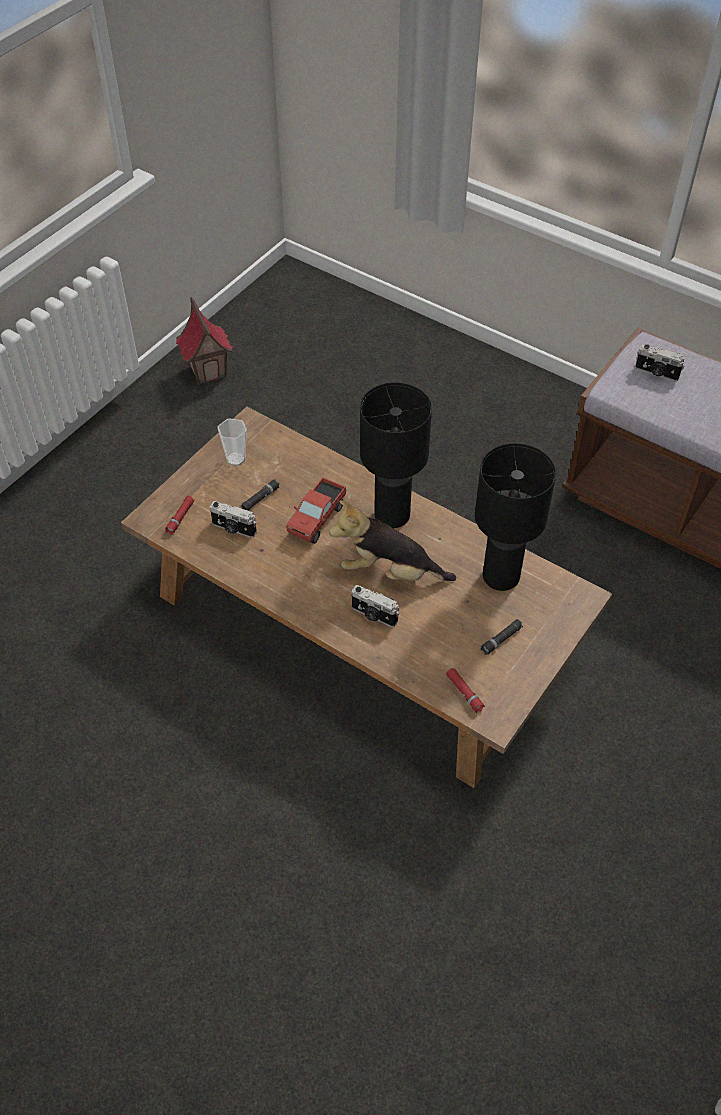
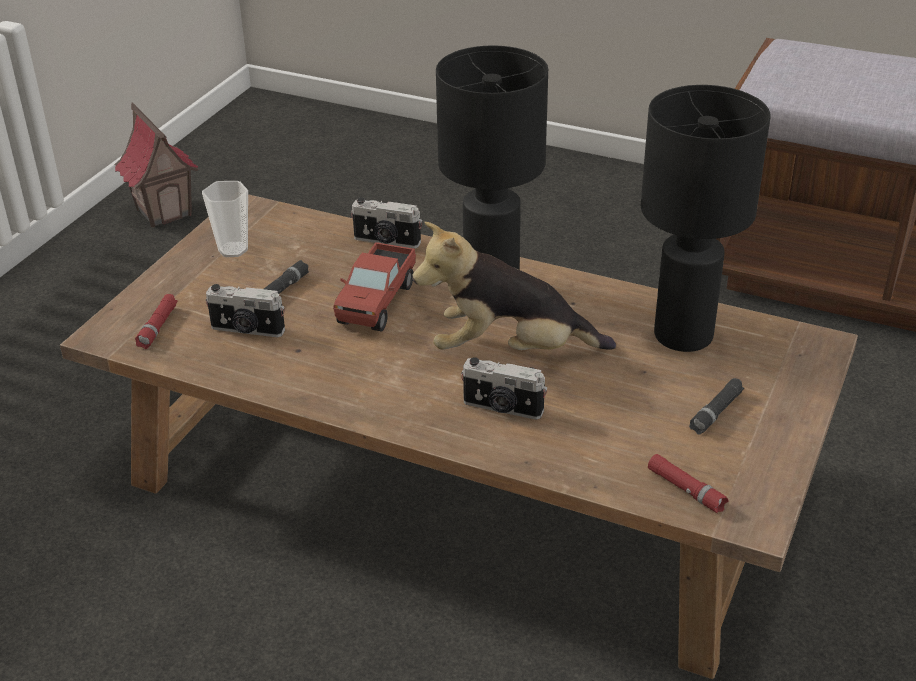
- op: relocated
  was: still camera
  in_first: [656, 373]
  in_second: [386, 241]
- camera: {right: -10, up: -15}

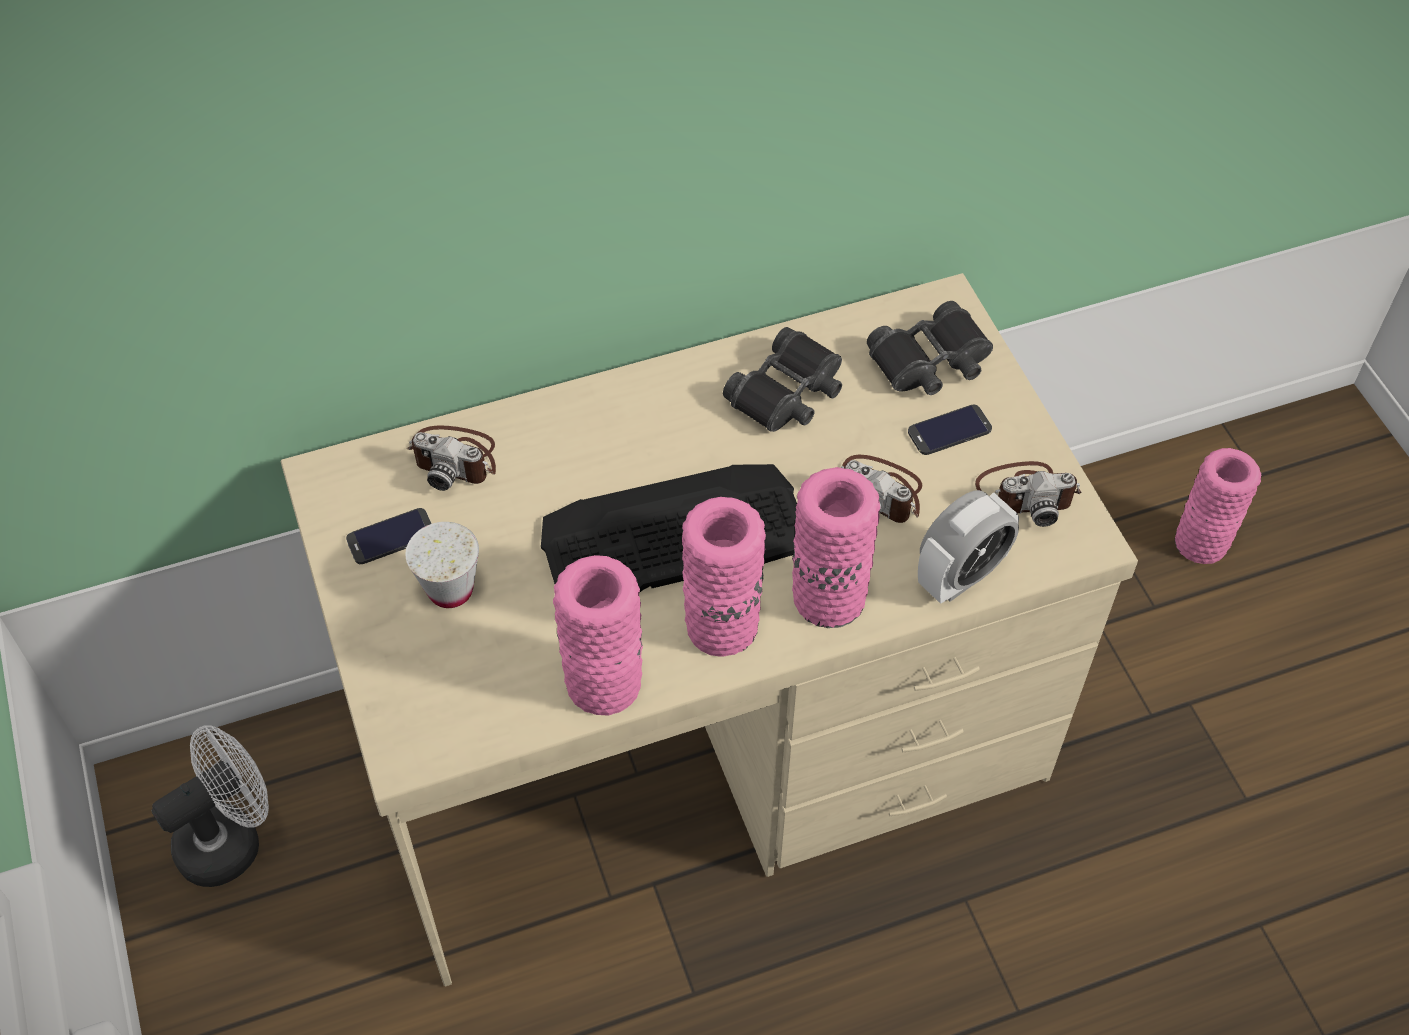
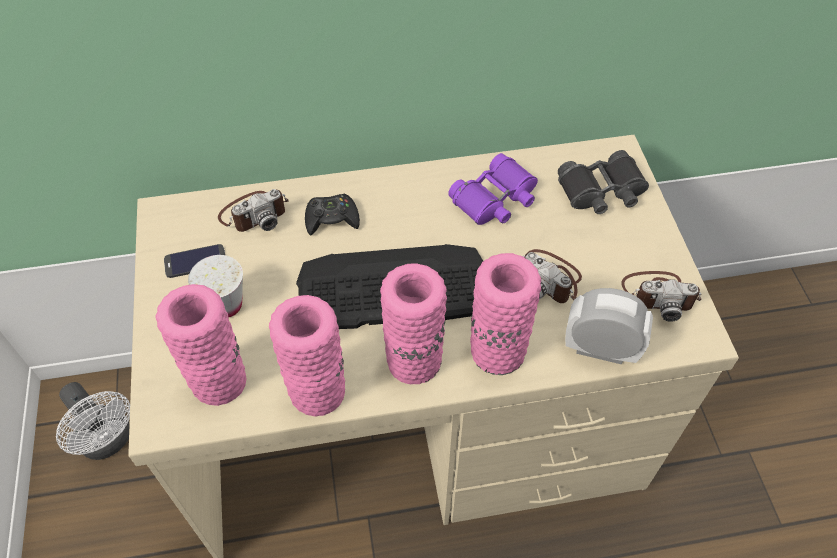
- op: missing
  was: telephone
  in_first: [949, 430]
- op: appeared
  now: game controller in black
  in_second: [332, 219]
- op: relocated
  was: decorative vase in pink-coloured
  in_first: [1201, 543]
  in_second: [219, 381]
- op: colour
  was: binoculars in black
  now: binoculars in purplish
  in_first: [788, 393]
  in_second: [495, 199]
- op: spun
  was: cooling fan in white
  in_first: [230, 839]
  in_second: [109, 441]
  clockwise: 75
- op: spun
  was: still camera
  in_first: [455, 458]
  in_second: [254, 213]
  clockwise: -60
- op: spun
  was: table clock
  in_first: [961, 576]
  in_second: [600, 349]
  clockwise: -135
- camera: {right: 10, up: 0}

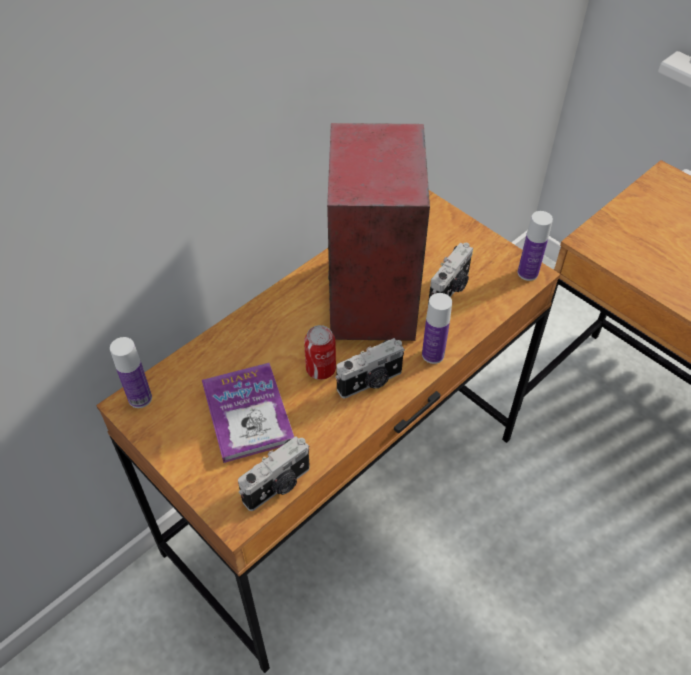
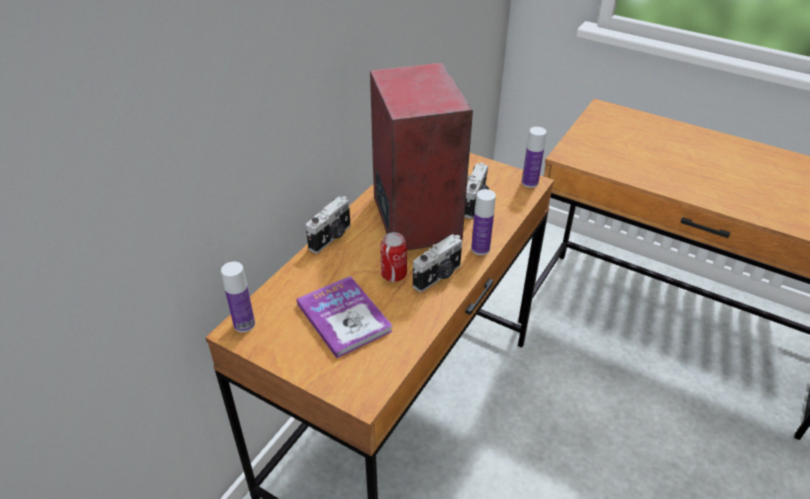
- op: relocated
  was: still camera
  in_first: [278, 486]
  in_second: [331, 237]
- camera: {right: -15, up: -10}

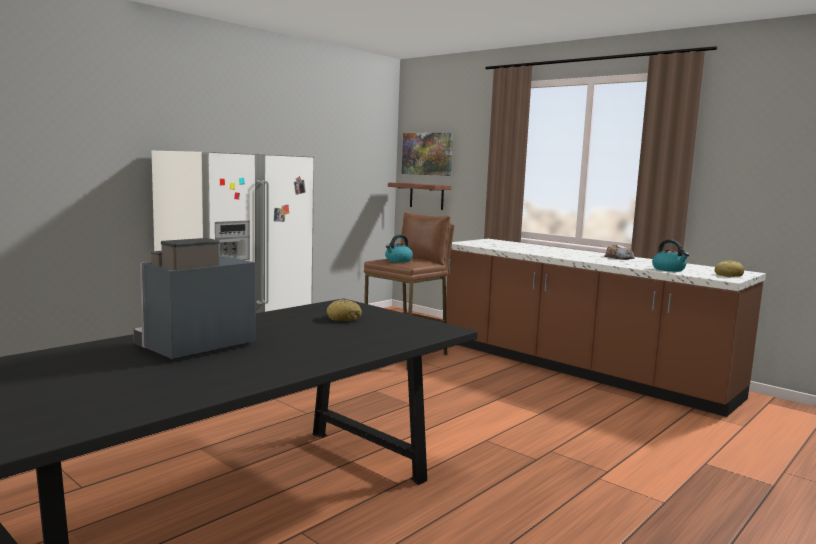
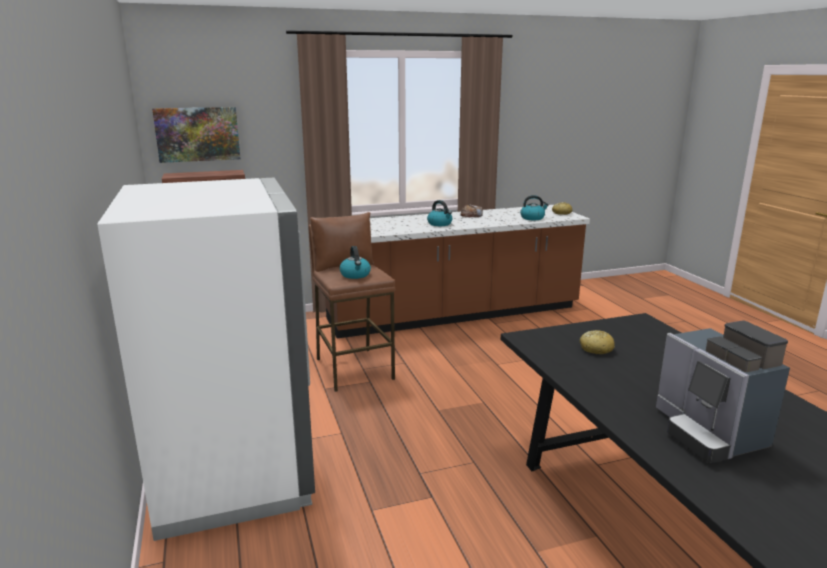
- op: appeared
  now: tea kettle
  in_second: [440, 224]
- camera: {right: -60, up: 10}

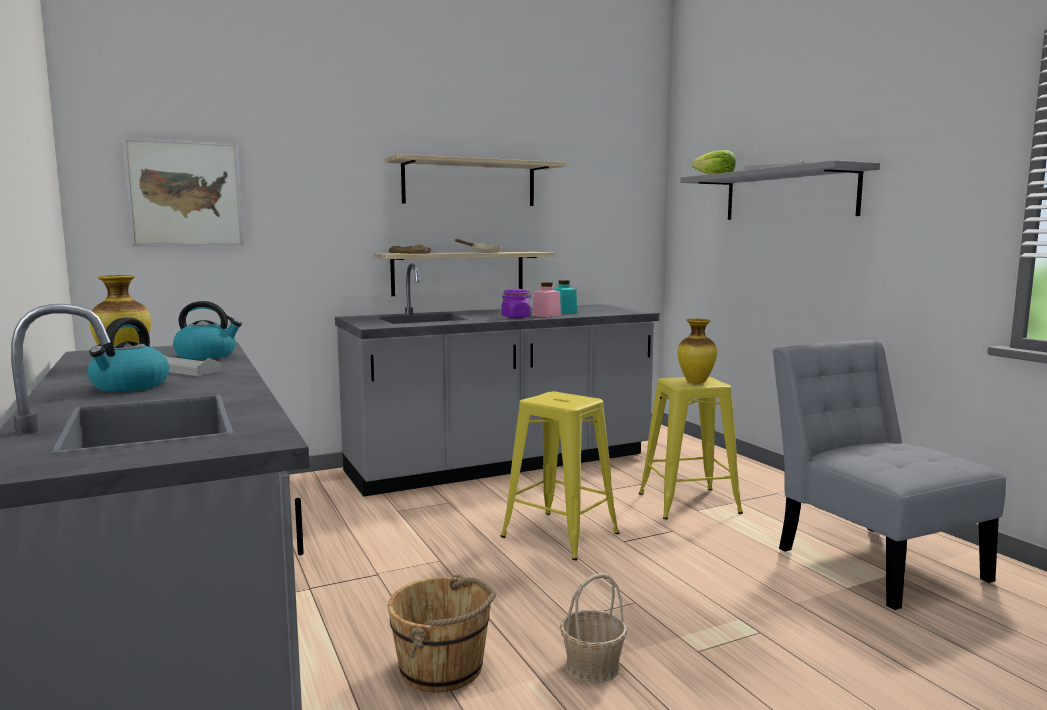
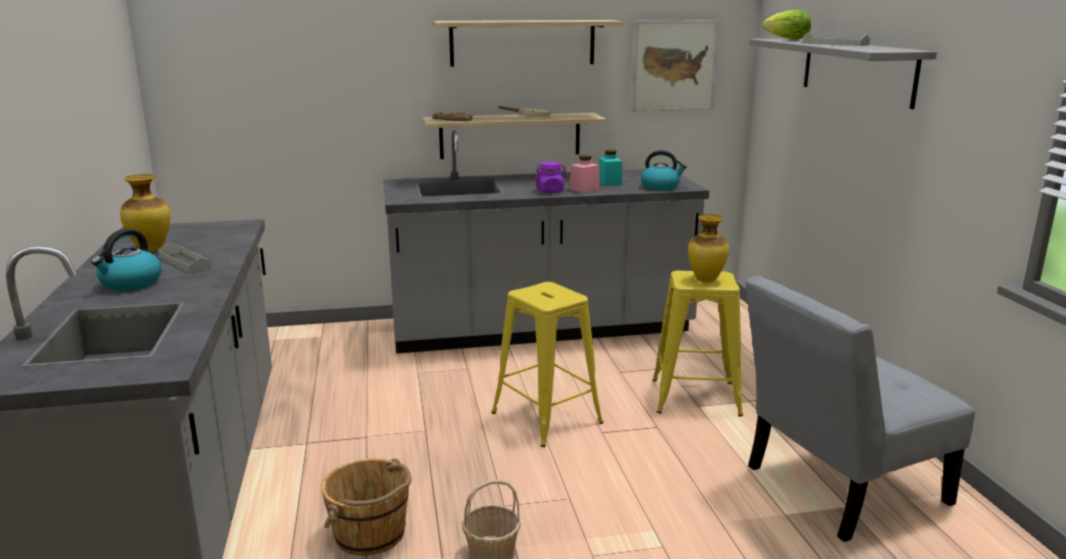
- op: relocated
  was: wall art
  in_first: [185, 194]
  in_second: [674, 66]
- op: relocated
  was: tea kettle
  in_first: [207, 355]
  in_second: [661, 187]
- op: spun
  was: chair in gray
  in_first: [872, 560]
  in_second: [837, 488]
  clockwise: -105
- camera: {right: 15, up: 10}

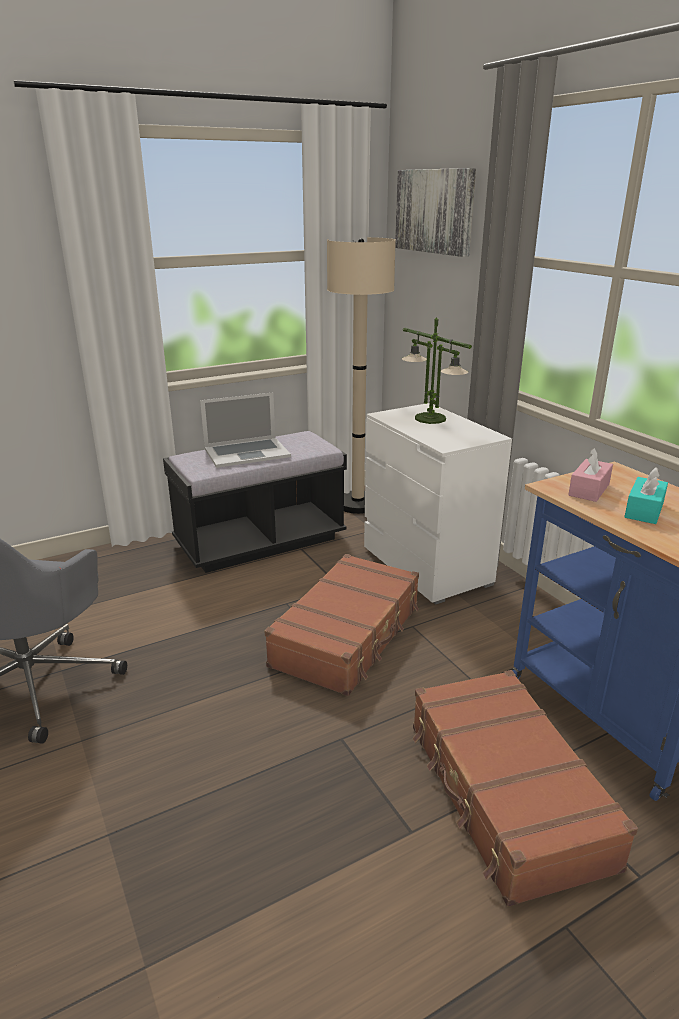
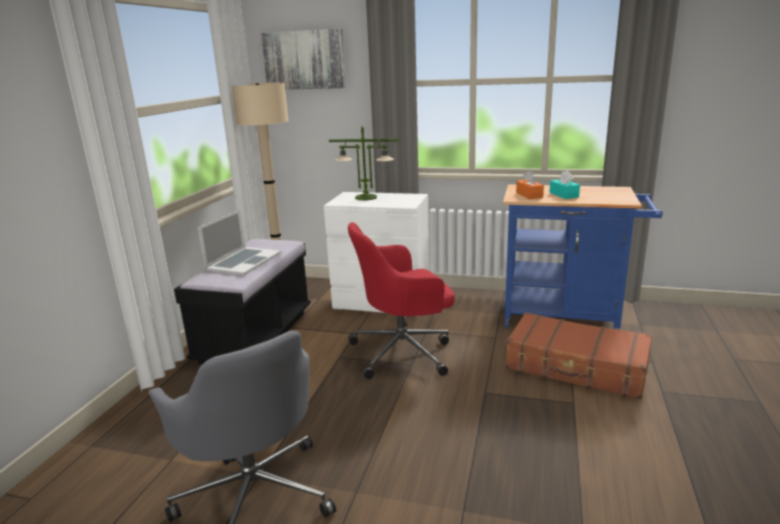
- op: exchanged
  was: suitcase in brown
  now: office chair in red
  in_first: [348, 635]
  in_second: [403, 352]
- op: colour
  was: box of tissues in pink-coloured
  now: box of tissues in orange
  in_first: [589, 490]
  in_second: [529, 195]
- camera: {right: -45, up: -5}

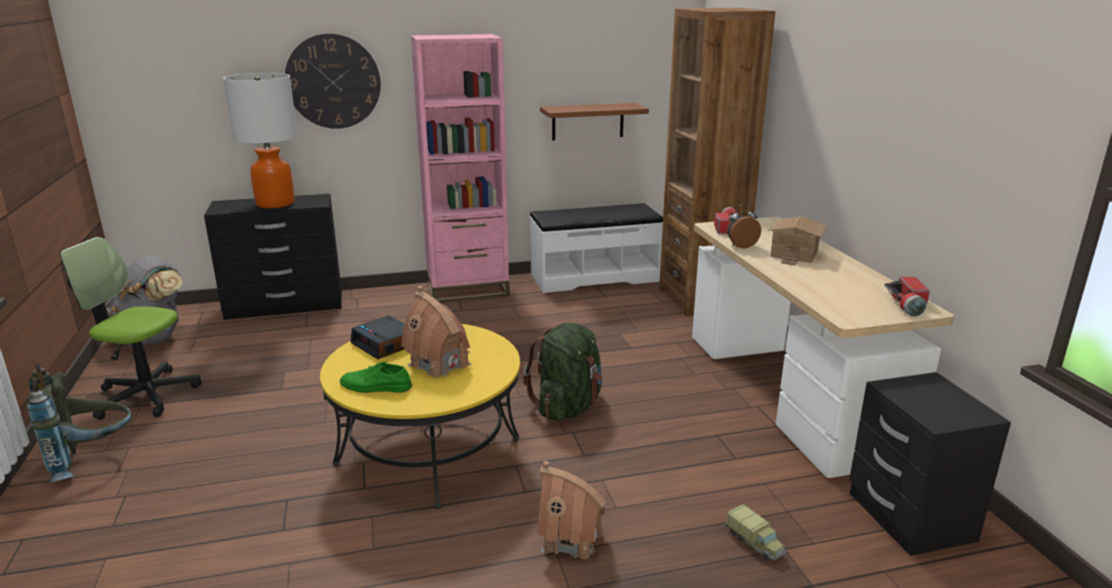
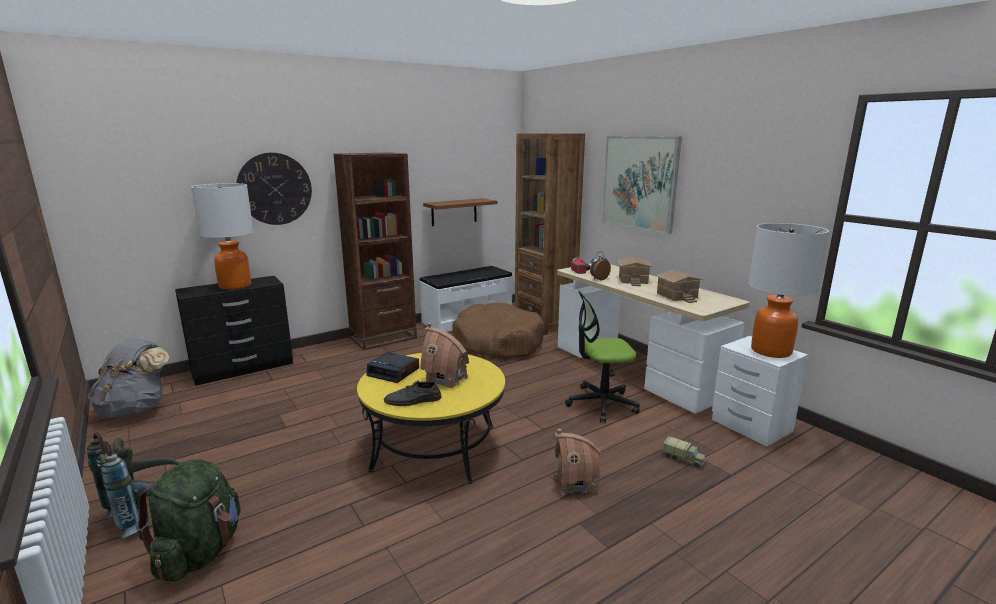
- op: missing
  was: torch
  in_first: [907, 305]
- op: appeared
  now: dog bed in brown
  in_second: [498, 343]
- op: appeared
  now: wall art
  in_second: [639, 183]
- op: appeared
  now: toy house
  in_second: [676, 295]
- op: appeared
  now: table lamp
  in_second: [770, 351]
- op: relocated
  was: office chair
  in_first: [146, 395]
  in_second: [601, 403]
- op: relocated
  was: knapsack in greenish
  in_first: [568, 407]
  in_second: [200, 552]
- op: colour
  was: low shoe in greenish
  now: low shoe in gray
  in_first: [375, 386]
  in_second: [413, 400]
- op: colour
  was: shelving unit in pink-coloured
  now: shelving unit in brown
  in_first: [468, 289]
  in_second: [383, 338]
- op: colour
  was: night table in black
  now: night table in white
  in_first: [910, 517]
  in_second: [751, 426]
- camera: {right: -20, up: -5}

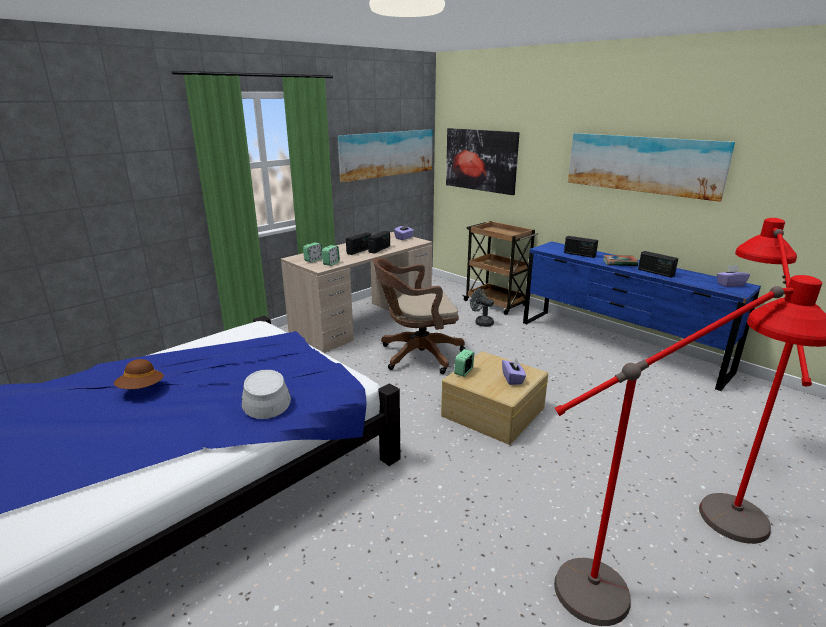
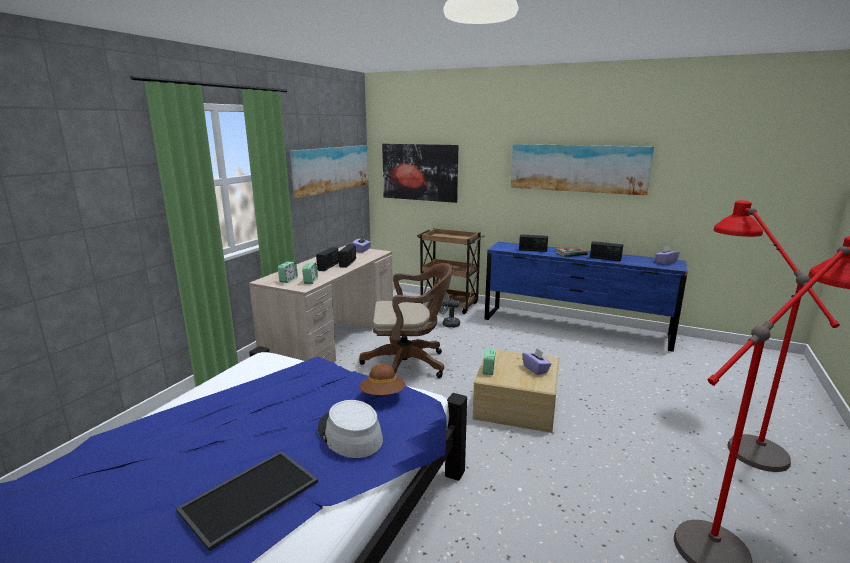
- op: appeared
  now: serving tray
  in_second: [250, 498]
- op: relocated
  was: hat in brown
  in_first: [141, 388]
  in_second: [382, 395]
- op: spun
  was: office chair in brown
  in_first: [416, 355]
  in_second: [409, 364]
  clockwise: -150
- camera: {right: -20, up: -5}

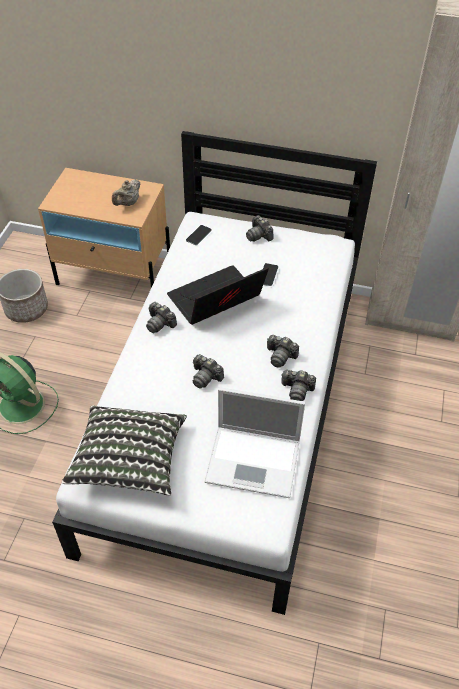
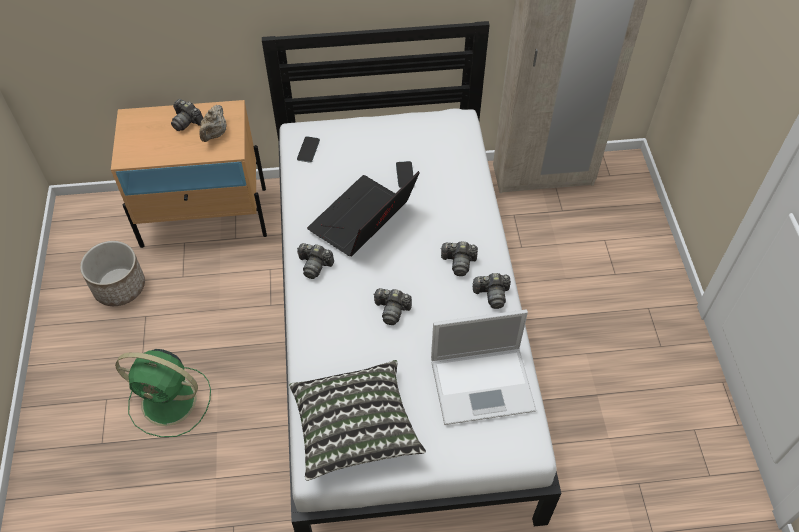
- op: relocated
  was: still camera
  in_first: [259, 235]
  in_second: [187, 121]
- camera: {right: -20, up: 5}

